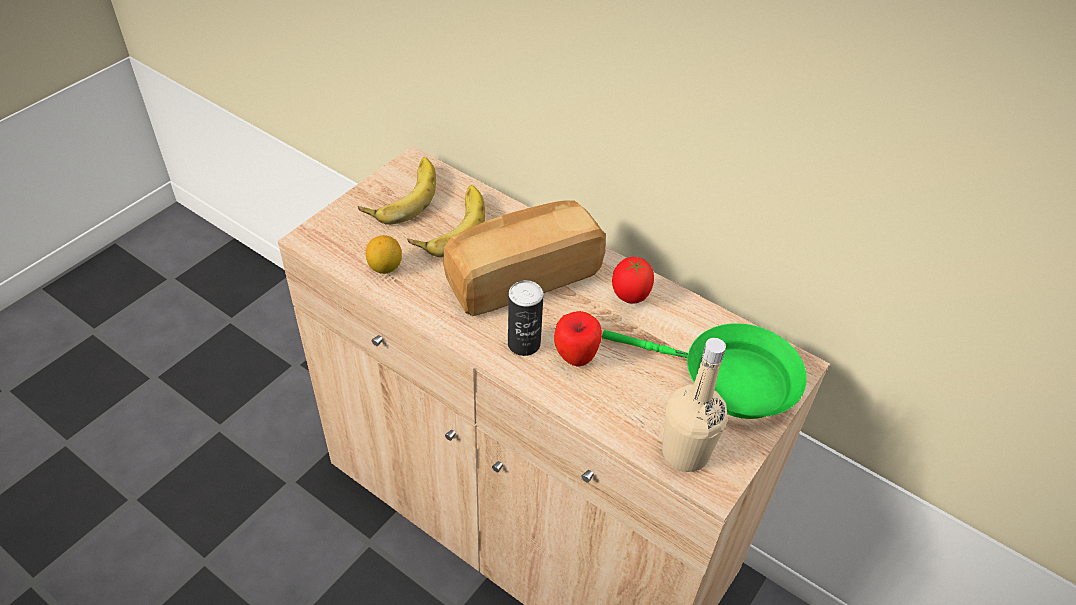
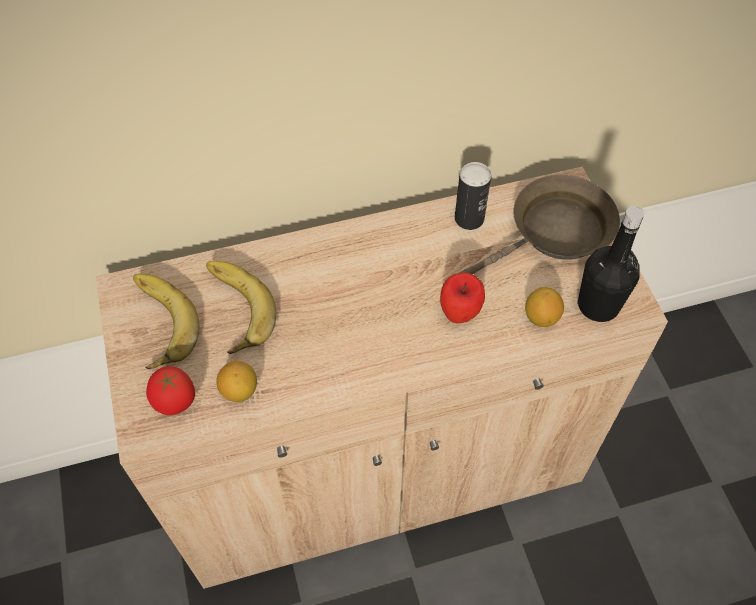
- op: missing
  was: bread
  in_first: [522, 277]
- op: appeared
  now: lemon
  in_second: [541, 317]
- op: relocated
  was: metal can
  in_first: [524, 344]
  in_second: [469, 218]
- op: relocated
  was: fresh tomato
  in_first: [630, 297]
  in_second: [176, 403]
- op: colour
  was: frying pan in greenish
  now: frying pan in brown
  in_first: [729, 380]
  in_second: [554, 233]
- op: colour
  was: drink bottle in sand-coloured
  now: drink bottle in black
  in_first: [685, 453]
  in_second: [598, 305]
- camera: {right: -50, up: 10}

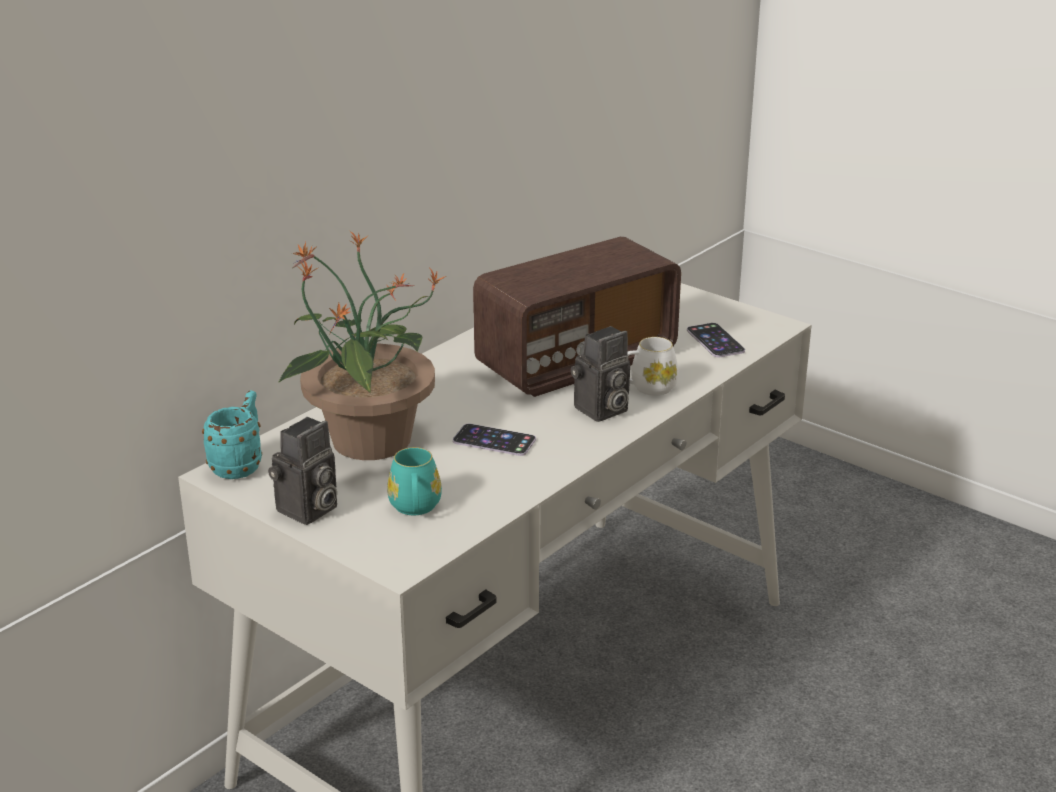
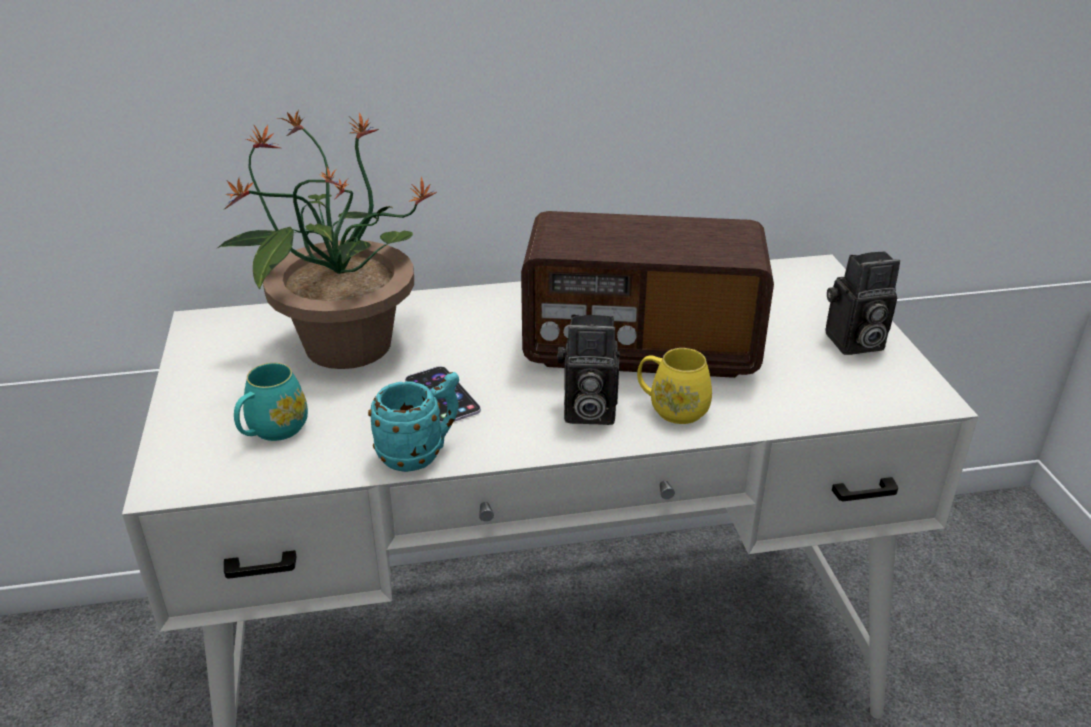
- op: missing
  was: telephone
  in_first: [715, 341]
- op: relocated
  was: tea mug in turquoise-coloured
  in_first: [240, 465]
  in_second: [420, 453]
- op: relocated
  was: still camera
  in_first: [307, 511]
  in_second: [853, 343]
- op: colour
  was: tea mug in white
  now: tea mug in yellow
  in_first: [647, 388]
  in_second: [671, 408]
- camera: {right: 40, up: 5}

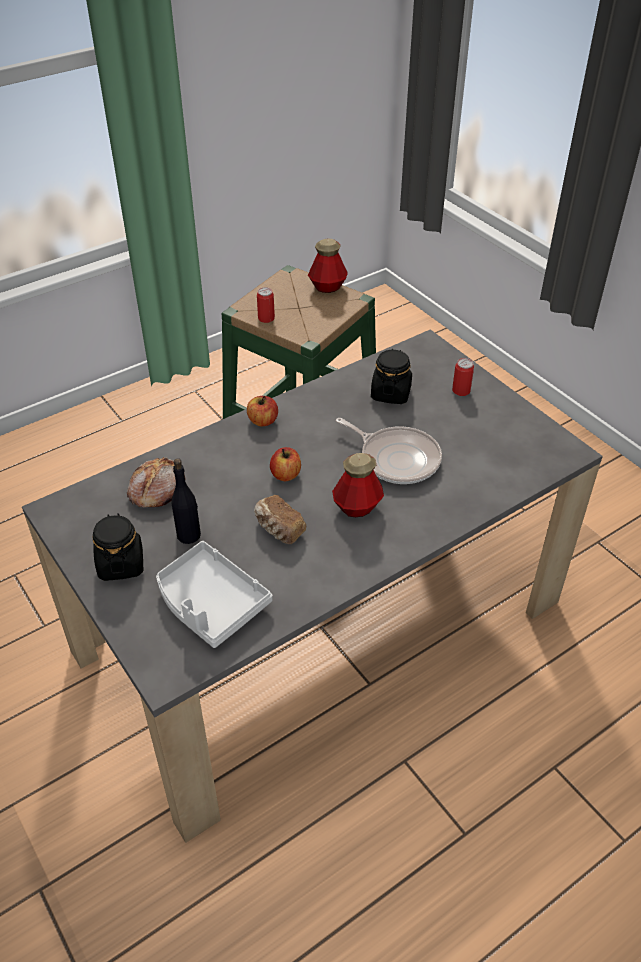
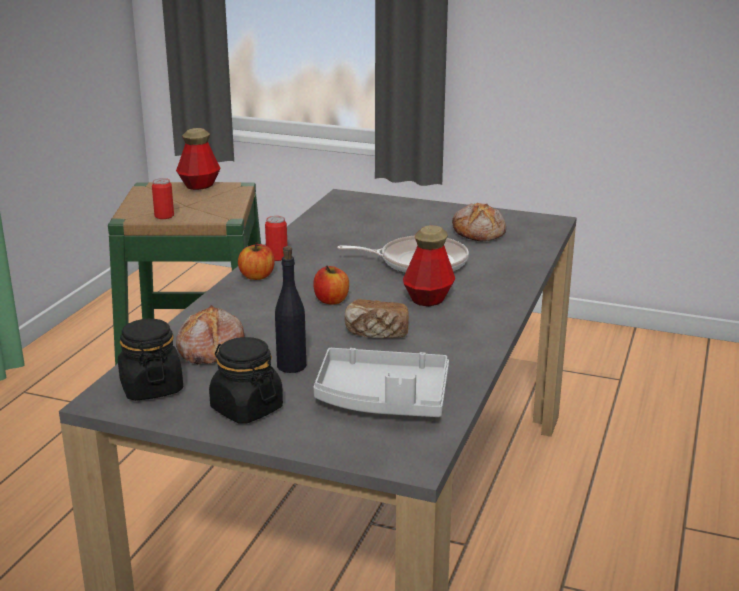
- op: appeared
  now: bread
  in_second: [479, 233]
- op: relocated
  was: storage jar in black
  in_first: [390, 393]
  in_second: [151, 387]
- op: relocated
  was: metal can
  in_first: [461, 390]
  in_second: [277, 257]
- camera: {right: -35, up: -20}

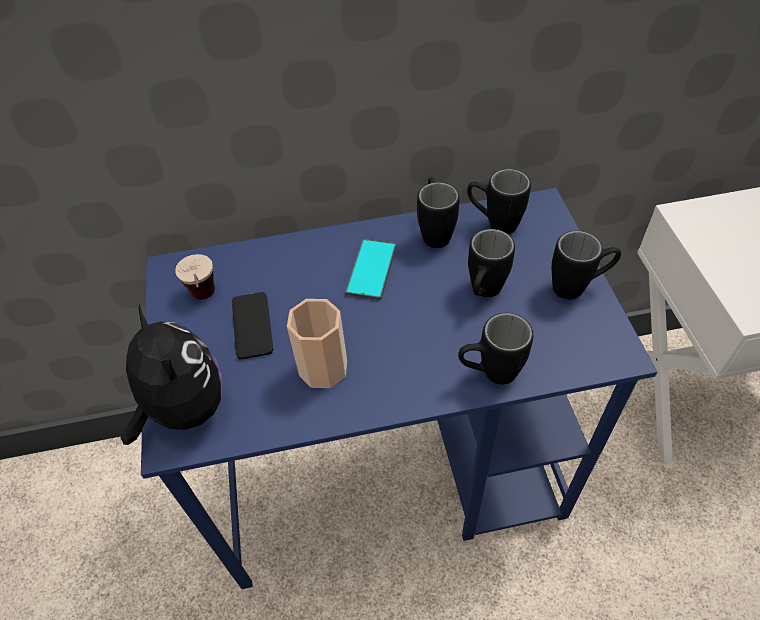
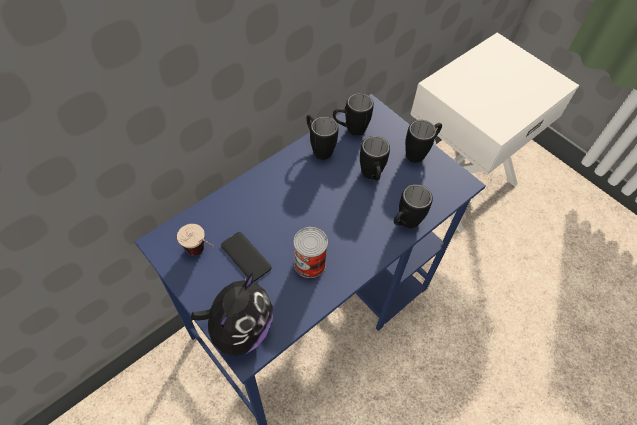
- op: missing
  was: telephone
  in_first: [371, 269]
- op: exchanged
  was: small cup
  now: metal can
  in_first: [323, 368]
  in_second: [309, 263]
- op: spun
  was: cuddly toy
  in_first: [183, 408]
  in_second: [240, 329]
  clockwise: 90
- camera: {right: -35, up: 5}

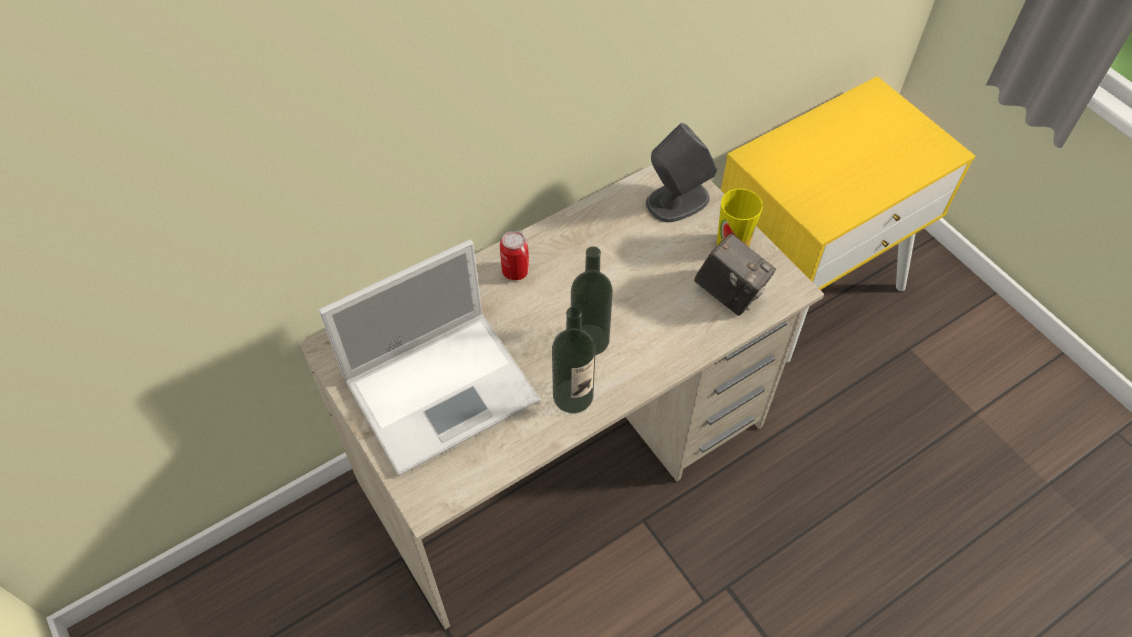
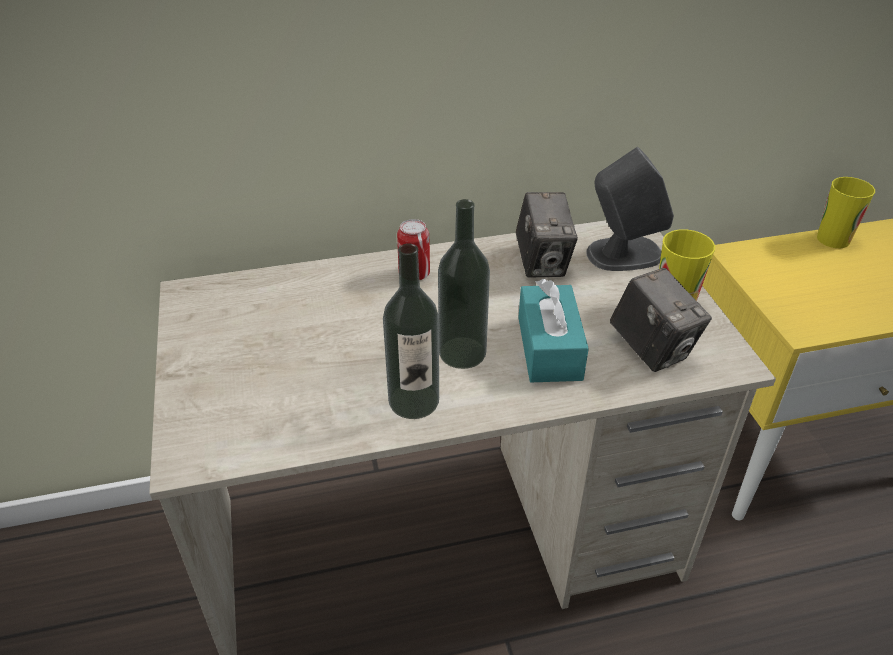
- op: missing
  was: laptop
  in_first: [444, 388]
- op: appeared
  now: still camera
  in_second: [542, 263]
- op: appeared
  now: box of tissues in turquoise-coloured
  in_second: [549, 348]
- op: appeared
  now: small cup
  in_second: [833, 239]
- camera: {right: 20, up: -15}

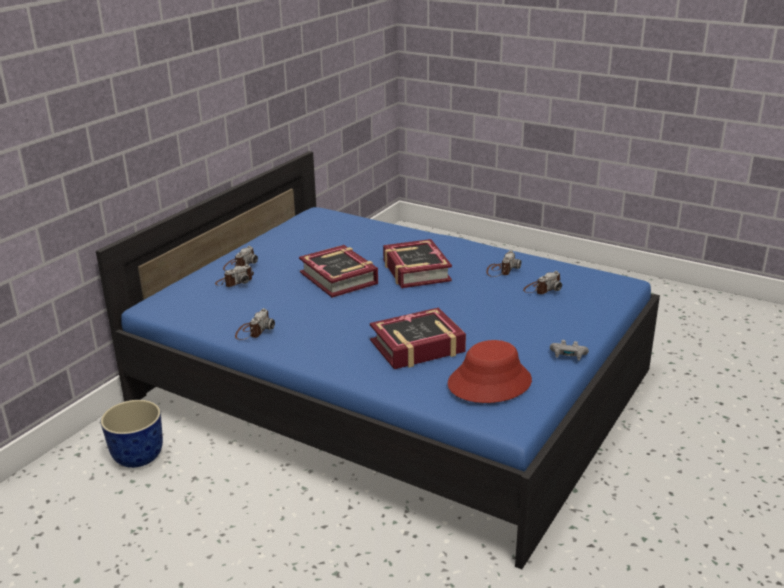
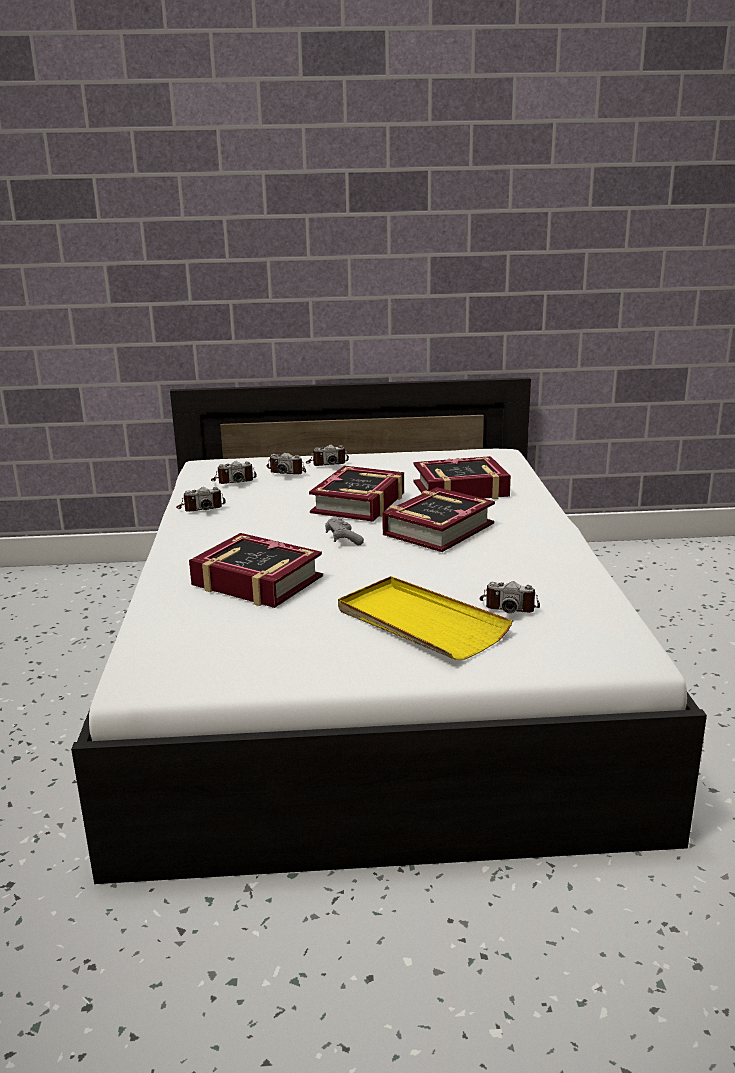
- op: missing
  was: flower pot
  in_first: [138, 457]
- op: missing
  was: hat in red
  in_first: [489, 382]
- op: appeared
  now: serving tray in yellow
  in_second: [420, 623]
- op: appeared
  now: book
  in_second: [460, 490]
- op: relocated
  was: still camera
  in_first: [501, 270]
  in_second: [234, 481]
- op: relocated
  was: game controller in gray
  in_first: [568, 356]
  in_second: [343, 540]
- op: colour
  was: bedroom bed in blue-coloured
  now: bedroom bed in white
  in_first: [392, 387]
  in_second: [369, 666]
- camera: {right: 55, up: -5}

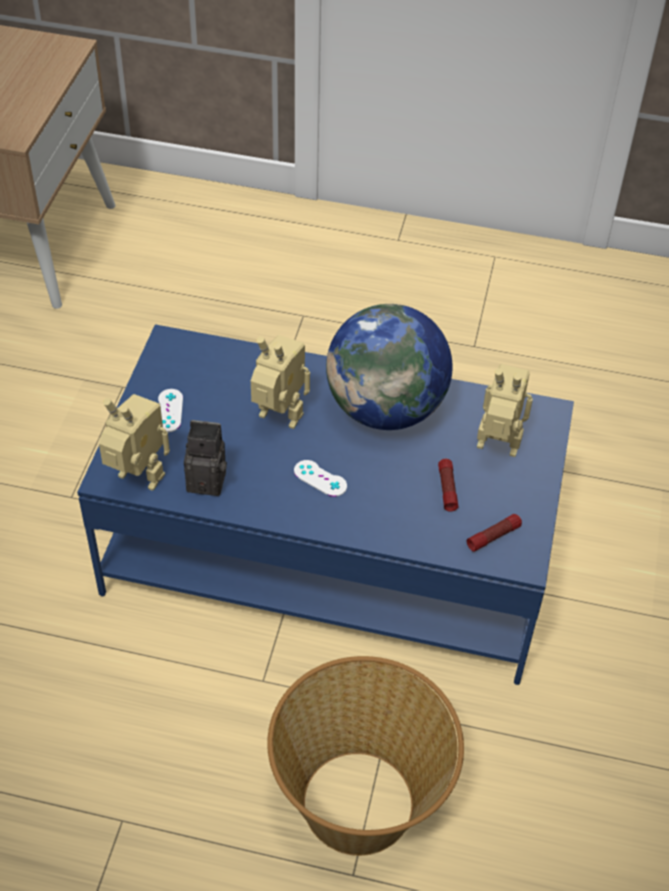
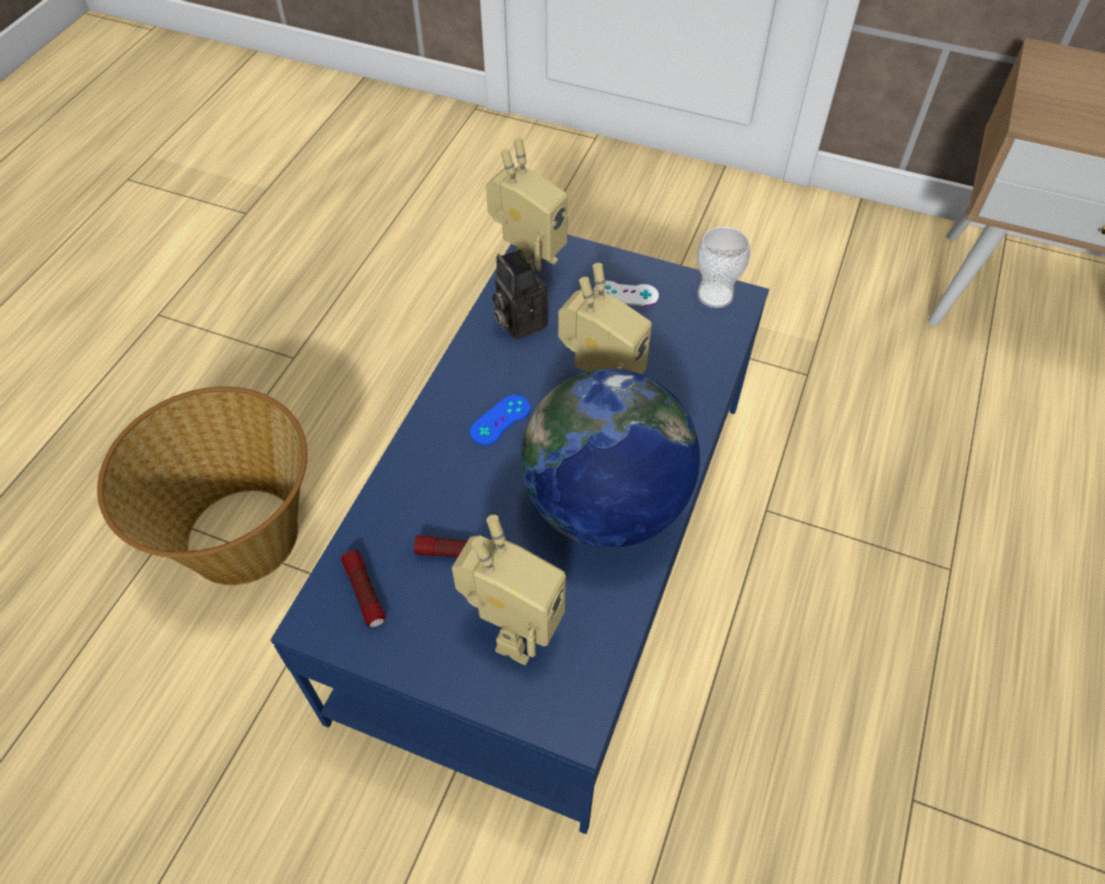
- op: appeared
  now: small cup
  in_second: [715, 295]
- op: colour
  was: game controller in white
  now: game controller in blue-coloured
  in_first: [320, 478]
  in_second: [500, 420]
- op: spun
  was: still camera
  in_first: [209, 480]
  in_second: [518, 321]
  clockwise: 135
- camera: {right: 100, up: 5}

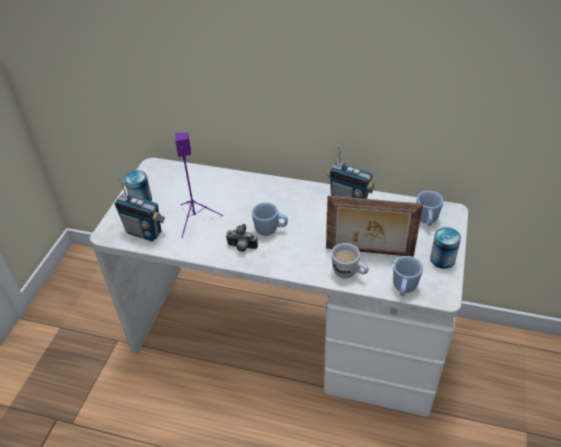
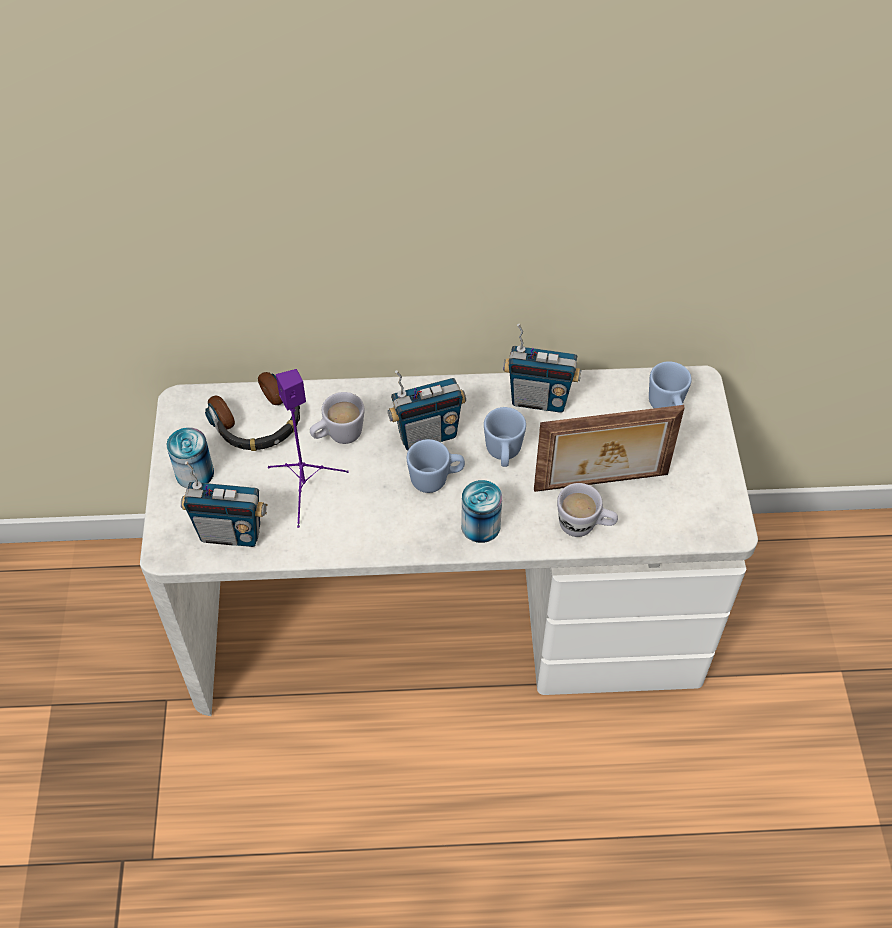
- op: missing
  was: still camera
  in_first: [241, 248]
- op: appeared
  now: pair of headphones
  in_second: [258, 422]
- op: appeared
  now: tea mug in white
  in_second: [338, 436]
- op: appeared
  now: radio receiver
  in_second: [427, 435]
- op: relocated
  was: tea mug in blue-coloured
  in_first: [404, 289]
  in_second: [503, 454]
- op: relocated
  was: metal can
  in_first: [442, 259]
  in_second: [480, 526]
- camera: {right: -20, up: 10}

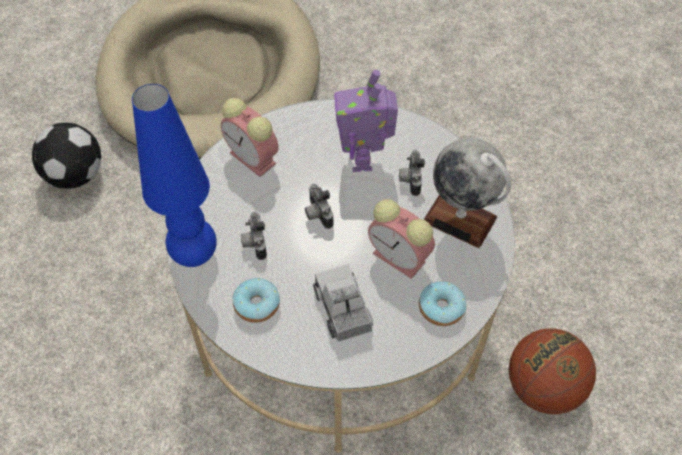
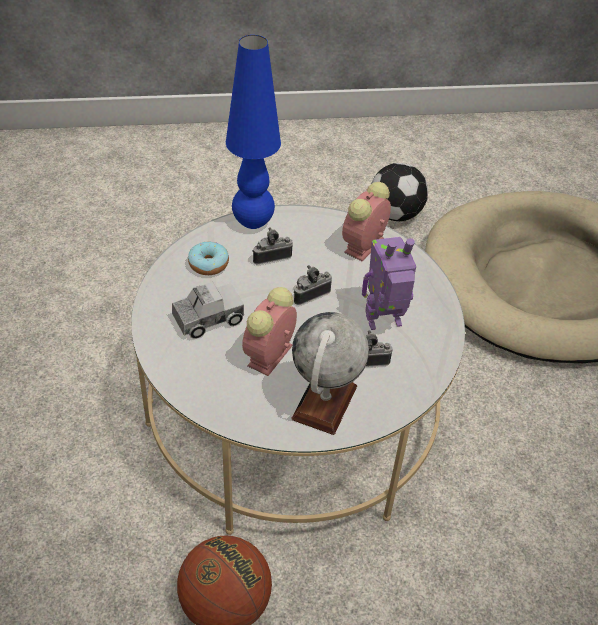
- op: missing
  was: ring doughnut
  in_first: [441, 308]
- camera: {right: 80, up: -10}

